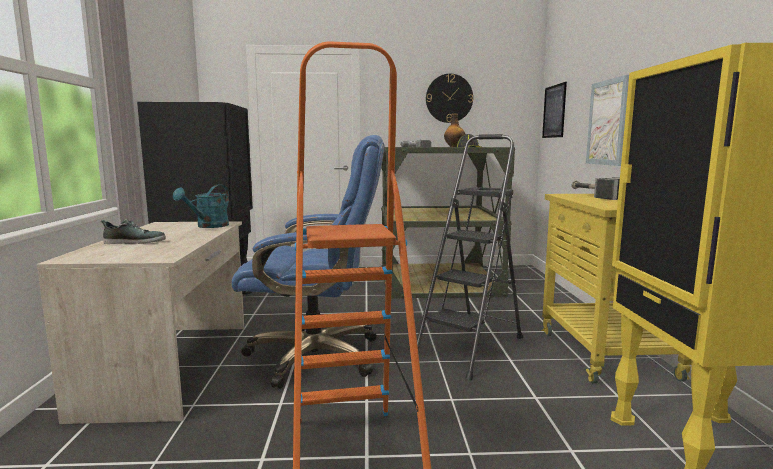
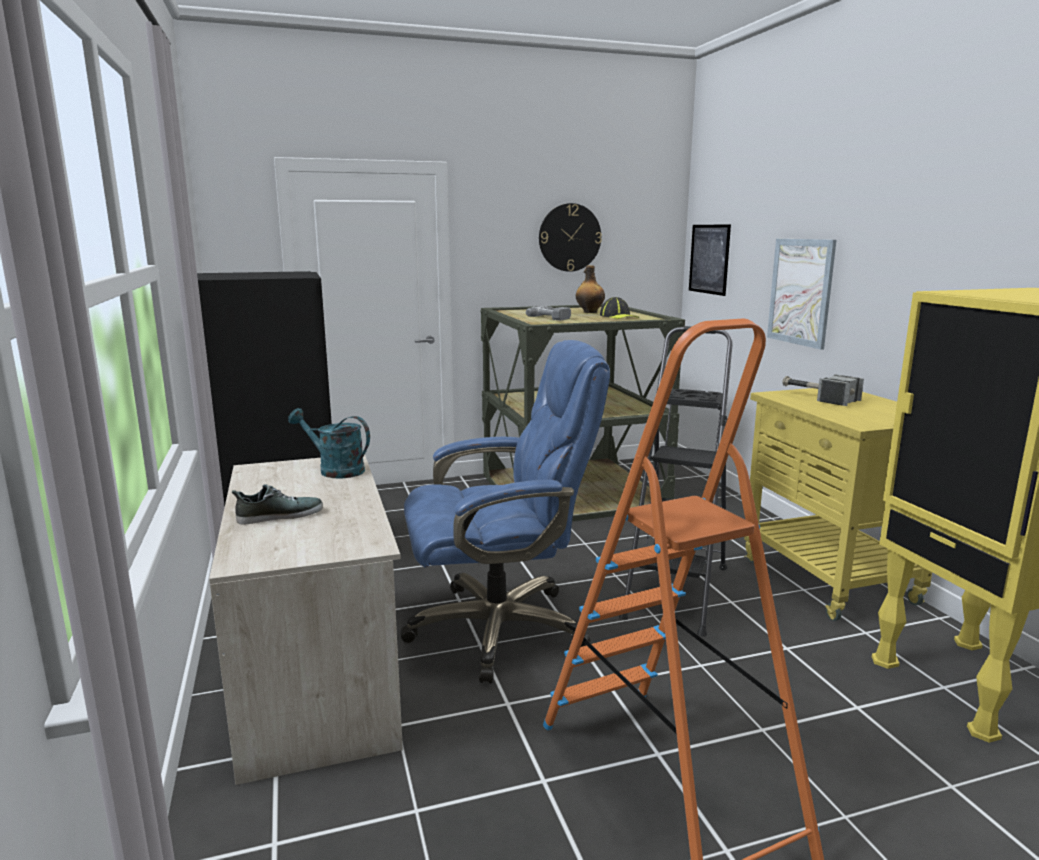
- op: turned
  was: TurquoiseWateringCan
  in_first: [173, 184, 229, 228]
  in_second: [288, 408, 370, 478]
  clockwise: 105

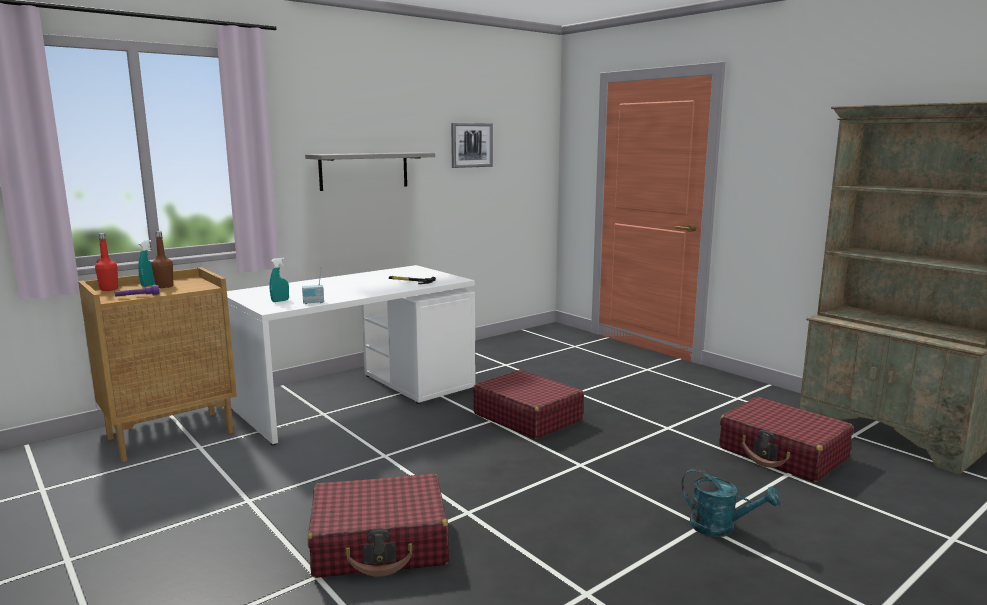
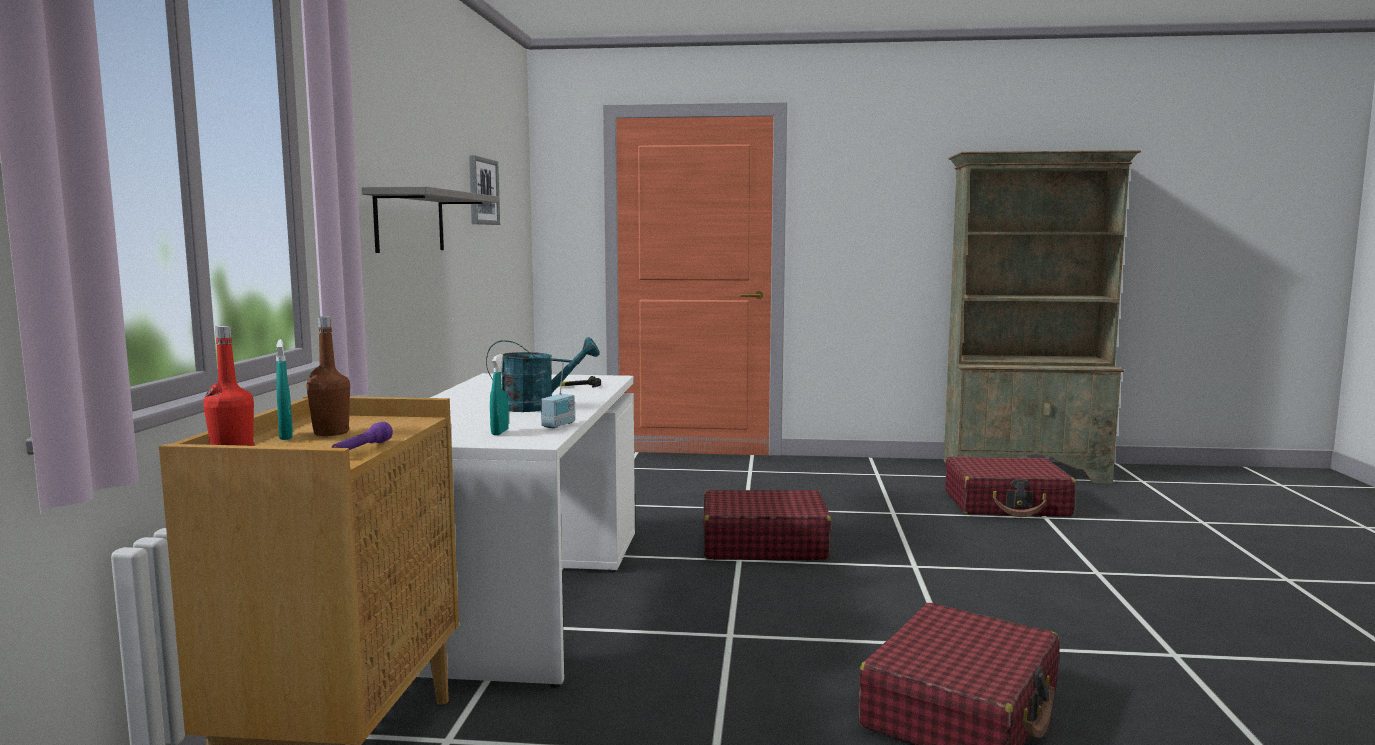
- op: moved
  was: TurquoiseWateringCan
  in_first: [681, 469, 780, 537]
  in_second: [486, 337, 599, 412]

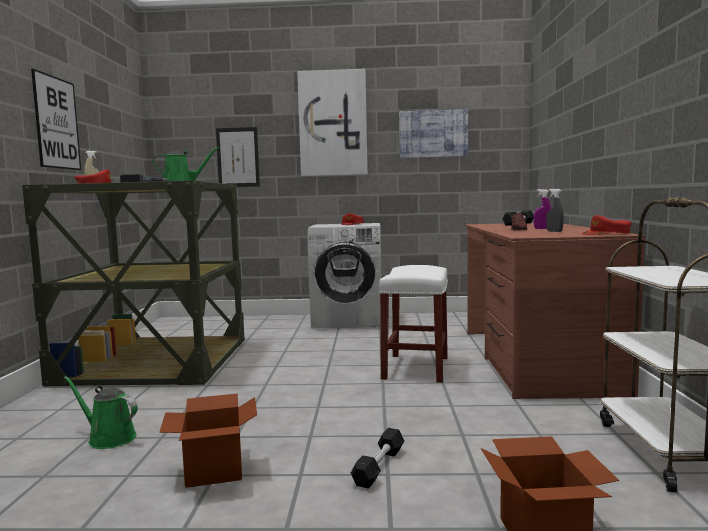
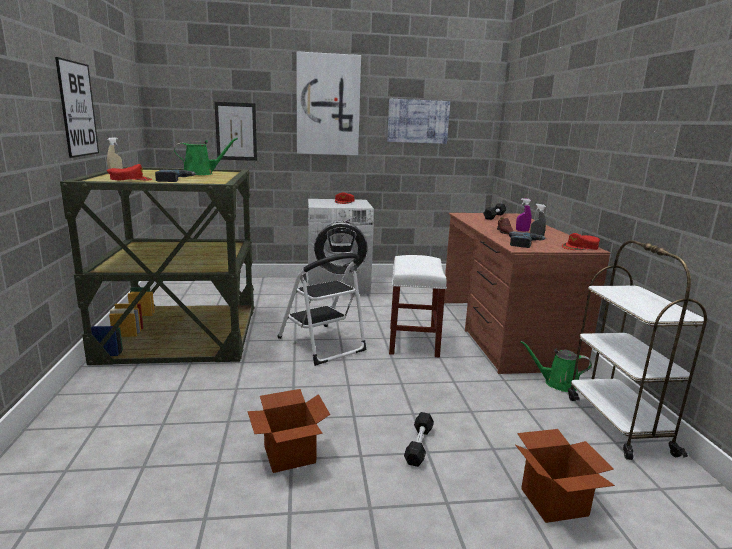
- op: added
  now: StepLadder
  in_second: [277, 253, 366, 366]
- op: added
  now: PowerDrill
  in_second: [509, 231, 546, 248]
- op: moved
  was: GreenWateringCan
  in_first: [64, 376, 138, 449]
  in_second: [520, 341, 592, 392]

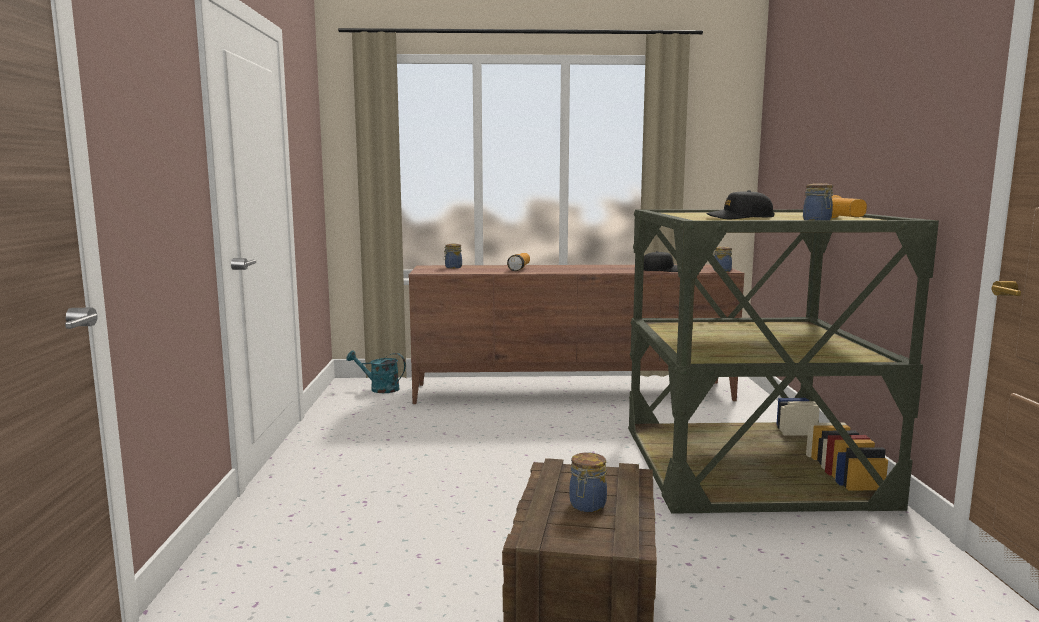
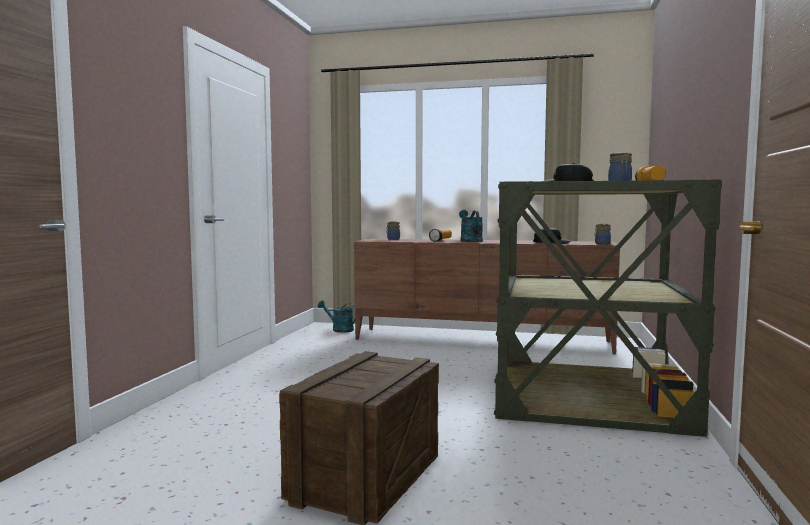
- op: removed
  was: Jar
  in_first: [569, 452, 607, 512]
- op: added
  now: TurquoiseWateringCan
  in_second: [459, 210, 483, 242]

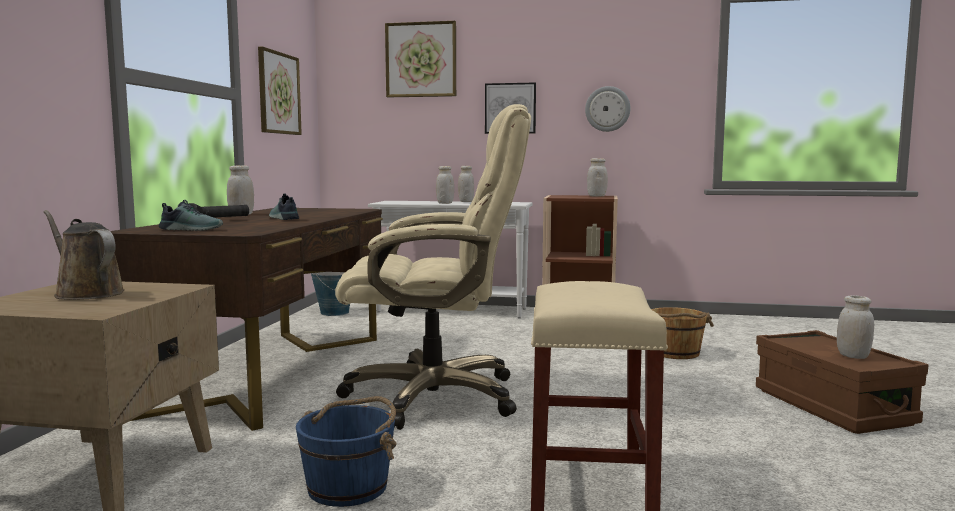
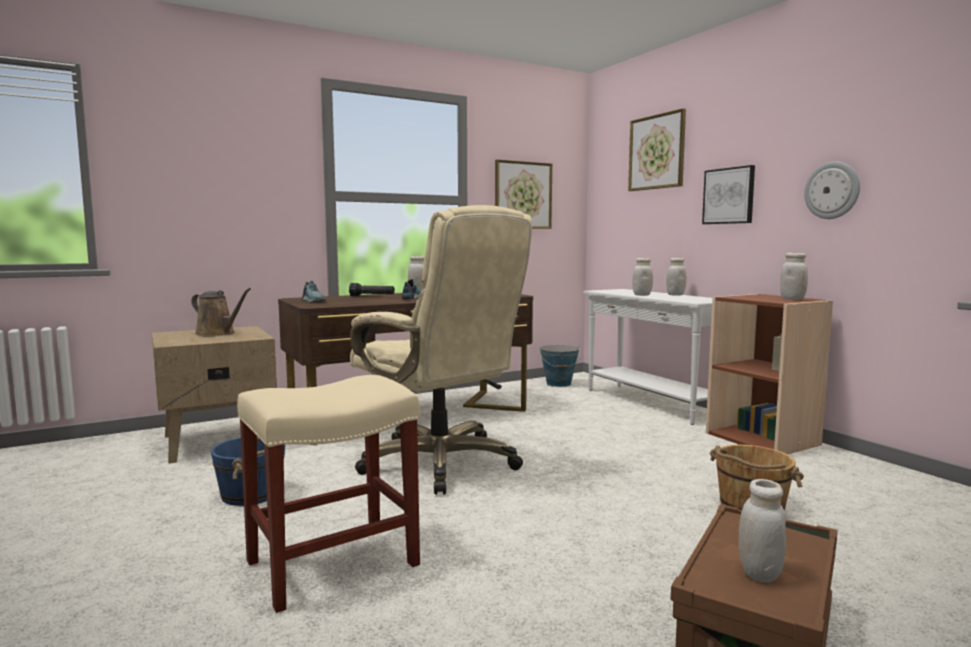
- op: turned
  was: BrownWateringCan
  in_first: [43, 210, 125, 300]
  in_second: [191, 288, 251, 336]
  clockwise: 120

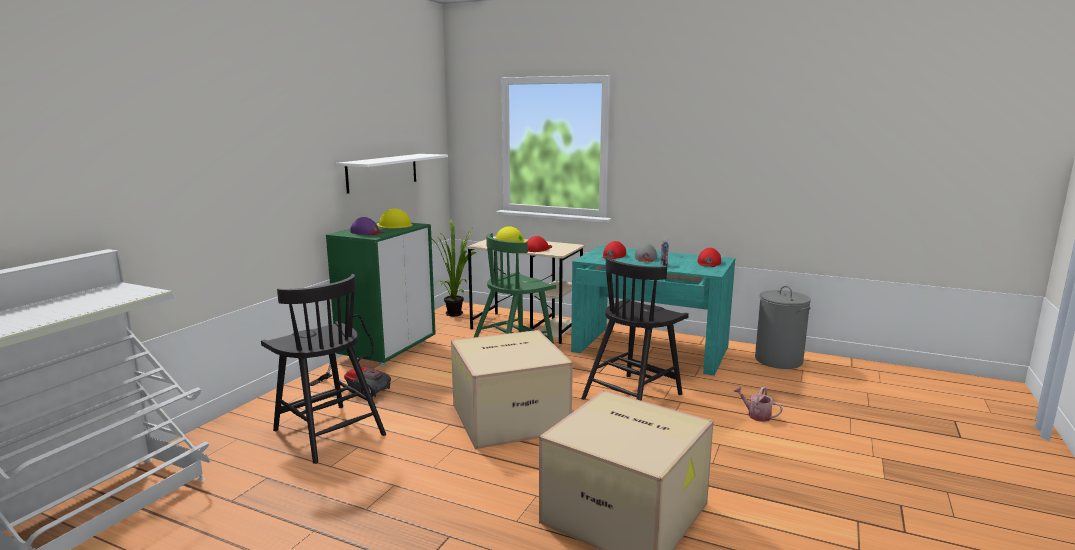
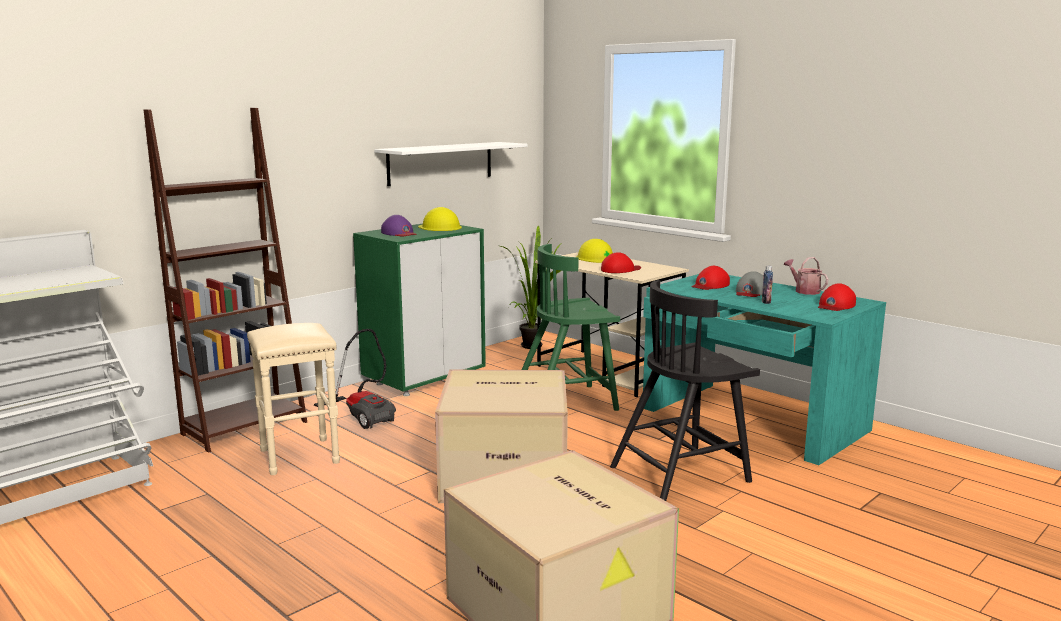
- op: removed
  was: GreyLaundryBasket
  in_first: [755, 286, 811, 369]
- op: added
  now: BrownBookcase
  in_second: [144, 108, 307, 453]
- op: moved
  was: WateringCan
  in_first: [734, 386, 783, 422]
  in_second: [784, 257, 828, 295]
- op: replaced
  was: BlackChair
  now: BeigeStool
  in_first: [261, 274, 386, 464]
  in_second: [247, 323, 340, 475]

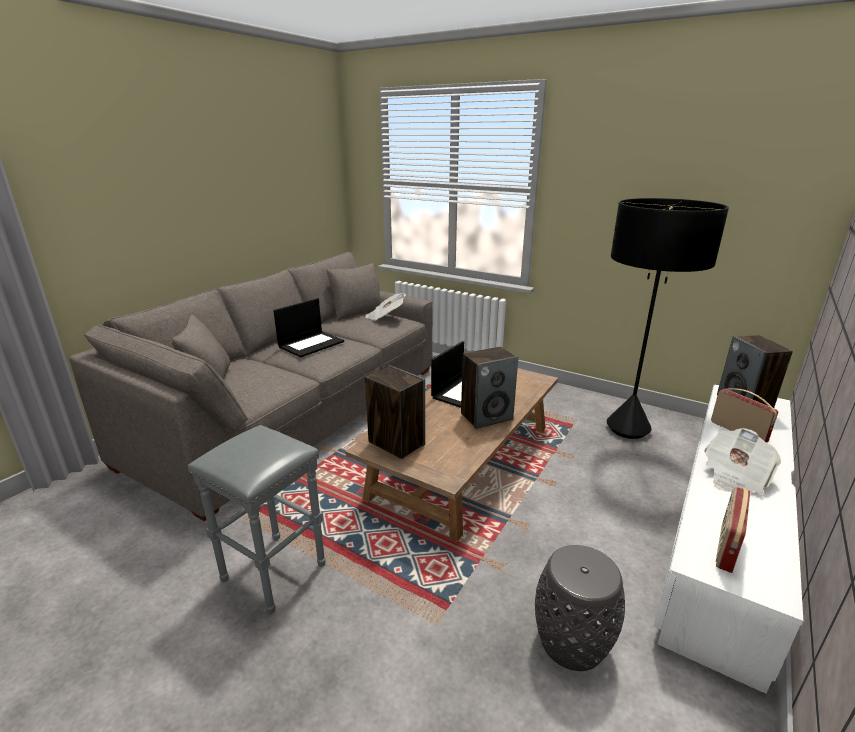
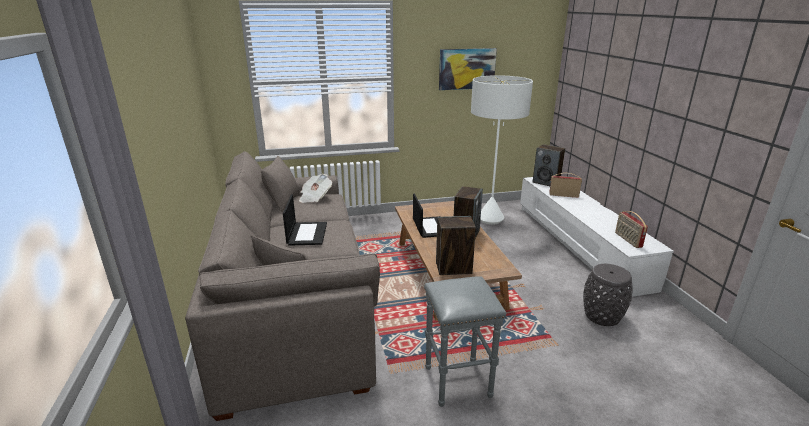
- op: removed
  was: Newspaper
  in_first: [704, 428, 781, 494]
- op: added
  now: Picture
  in_second: [439, 48, 497, 90]
- op: recoloured
  was: BlackFloorLamp
  now: WhiteFloorLamp
  in_first: [607, 198, 729, 439]
  in_second: [471, 75, 533, 225]

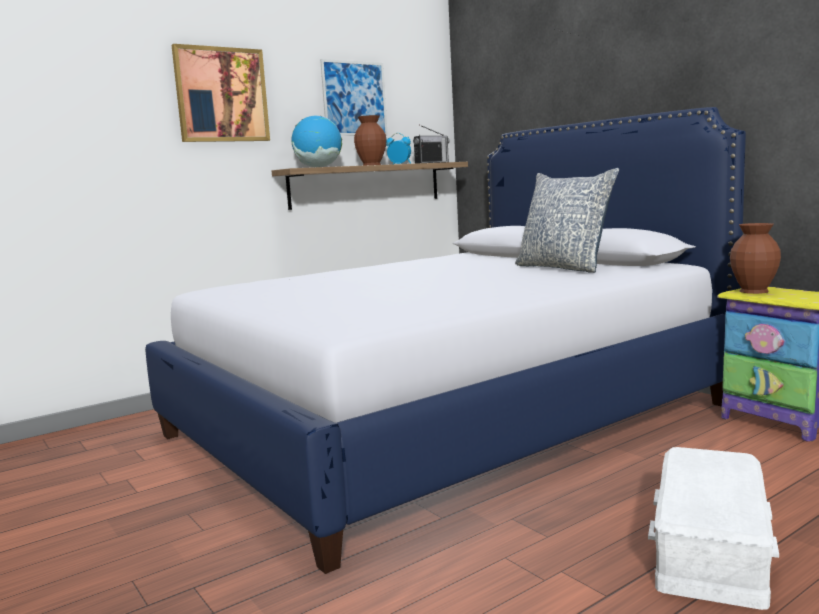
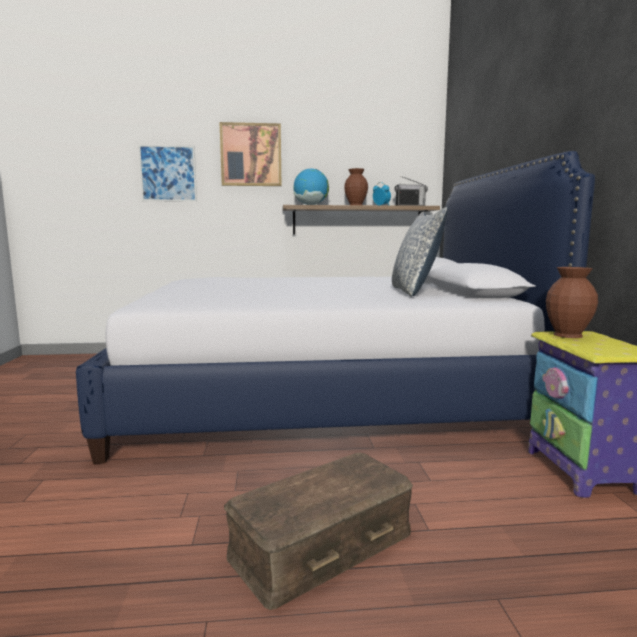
- op: moved
  was: Picture
  in_first: [320, 59, 388, 136]
  in_second: [138, 145, 197, 202]
- op: recoloured
  was: WhiteStorageBox
  now: BrownStorageBox
  in_first: [648, 447, 779, 610]
  in_second: [224, 453, 413, 610]

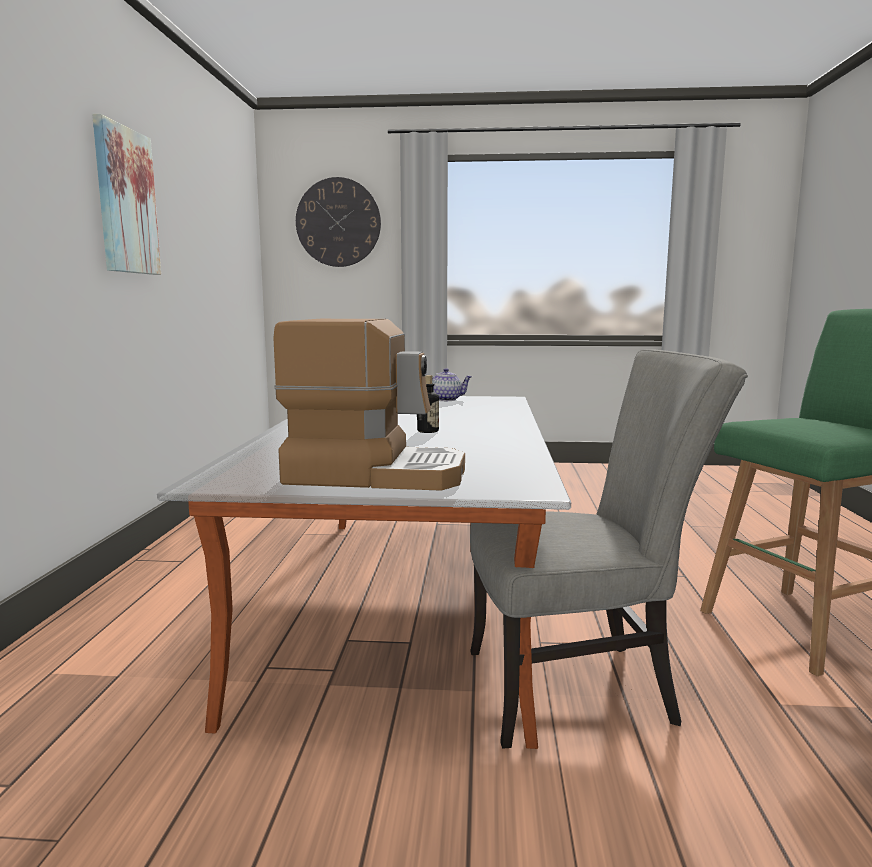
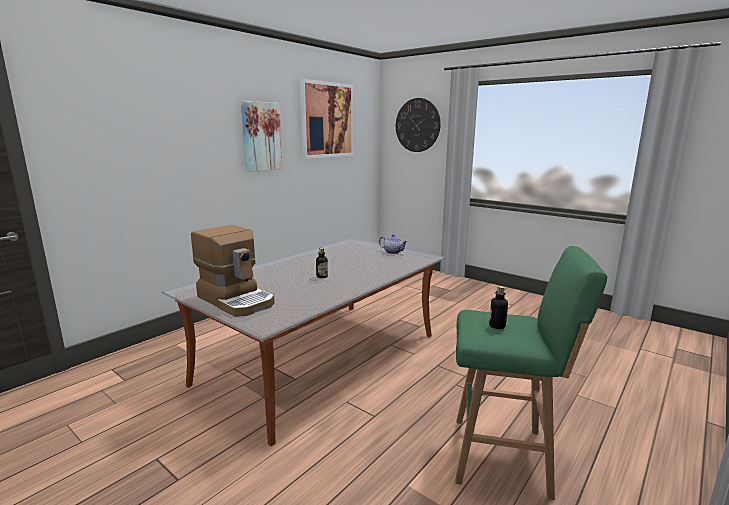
- op: removed
  was: GreyChair
  in_first: [470, 349, 748, 749]
- op: added
  now: Picture
  in_second: [300, 79, 354, 159]
- op: added
  now: Bottle
  in_second: [489, 286, 508, 329]

